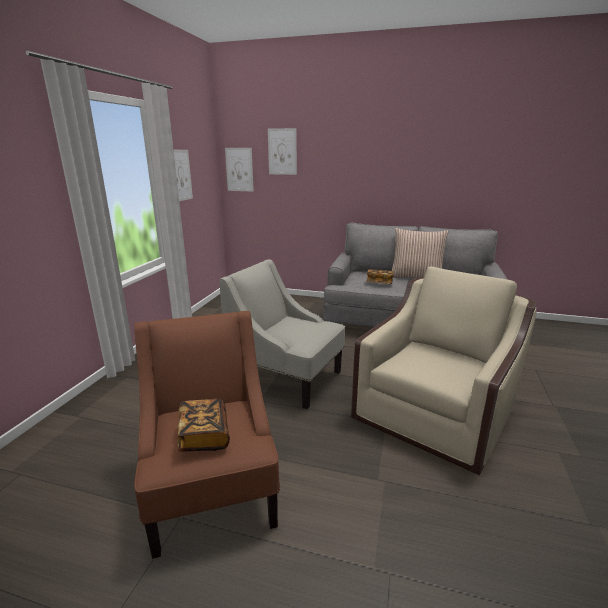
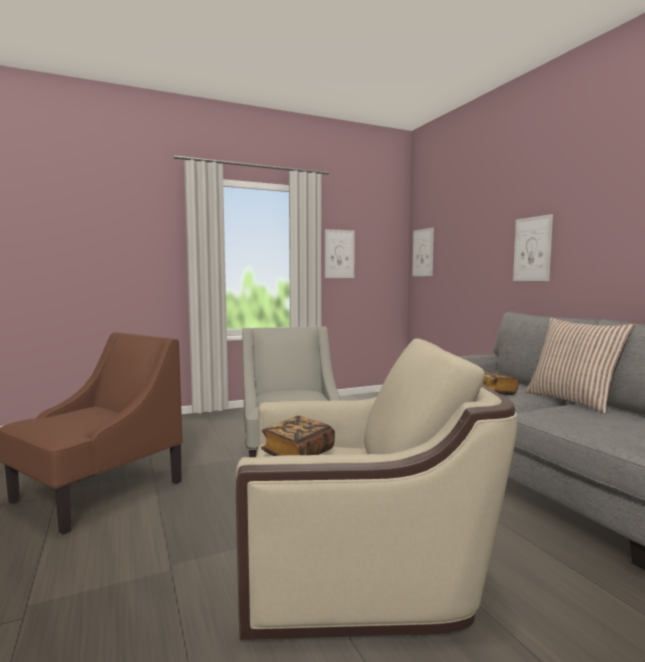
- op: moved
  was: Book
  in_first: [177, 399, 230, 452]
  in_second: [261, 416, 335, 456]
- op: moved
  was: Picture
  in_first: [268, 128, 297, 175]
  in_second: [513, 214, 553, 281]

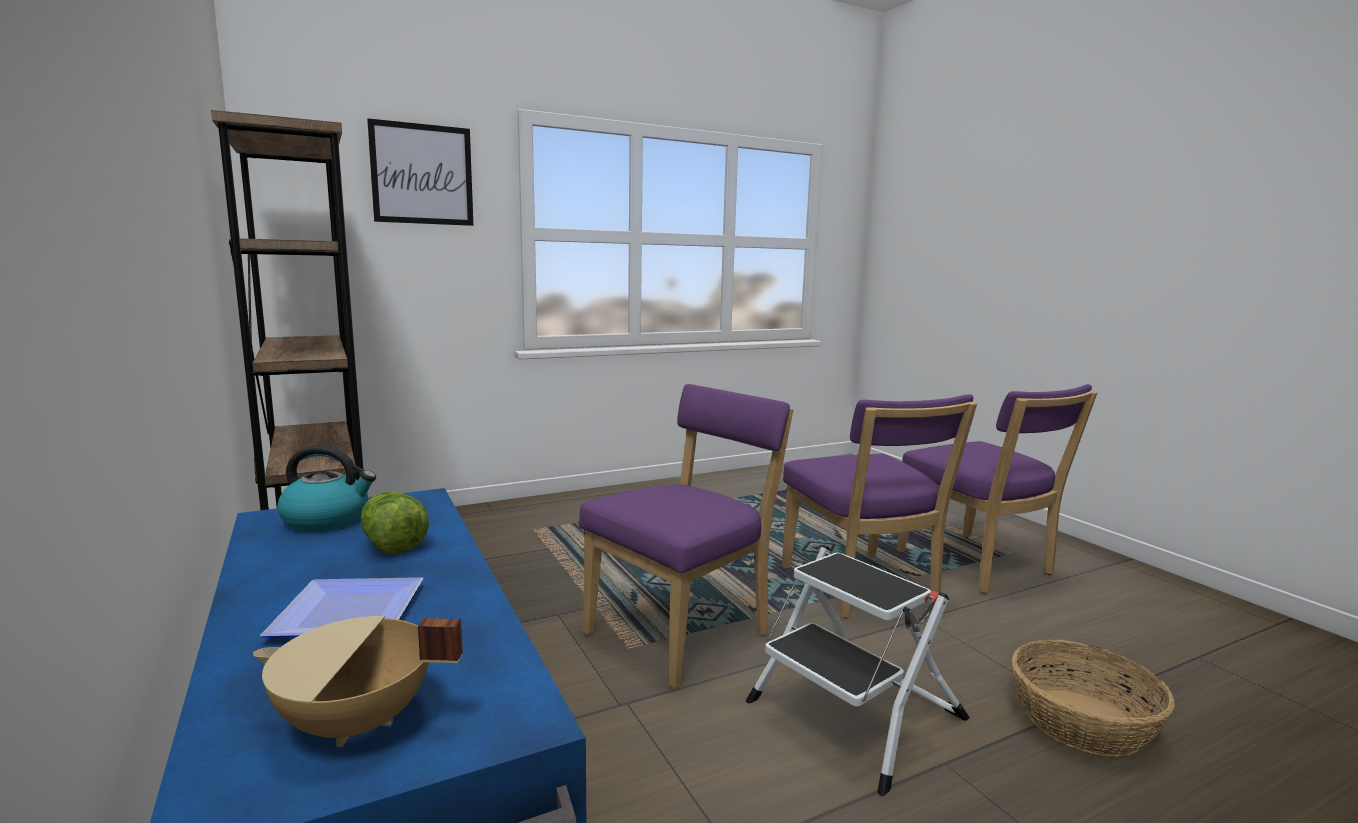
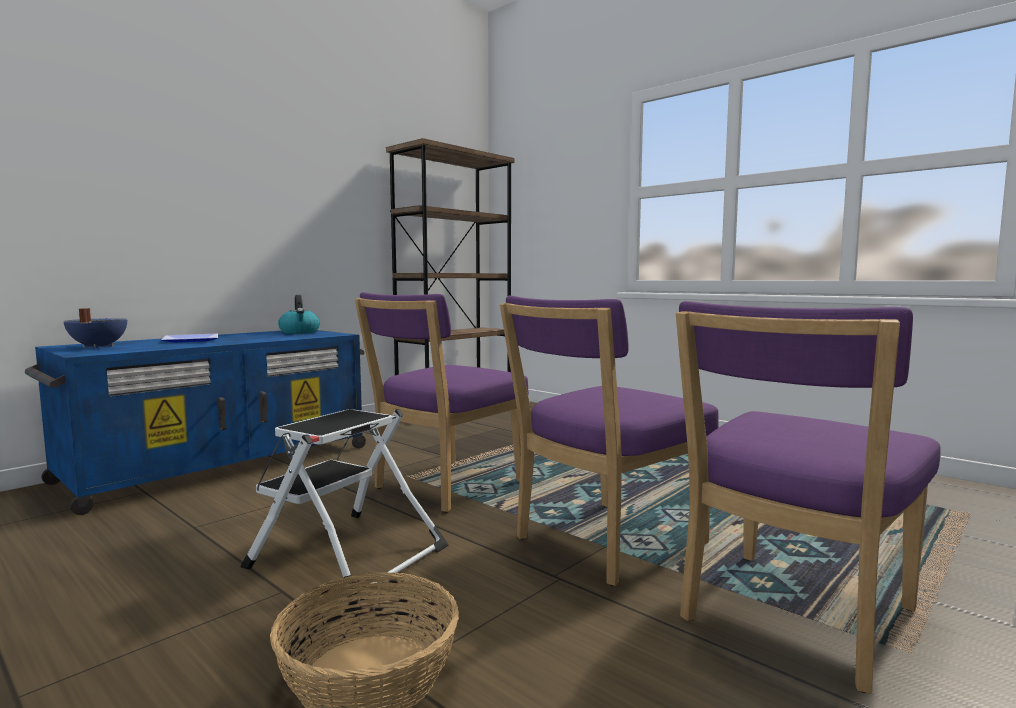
- op: removed
  was: Lettuce
  in_first: [361, 492, 429, 555]
- op: removed
  was: Picture
  in_first: [367, 118, 473, 226]
- op: recoloured
  was: BeigeCookingPot
  now: BlueCookingPot
  in_first: [253, 616, 463, 747]
  in_second: [64, 308, 128, 348]
- op: turned
  was: PurpleChair
  in_first: [579, 384, 793, 689]
  in_second: [355, 292, 529, 512]
  clockwise: 105

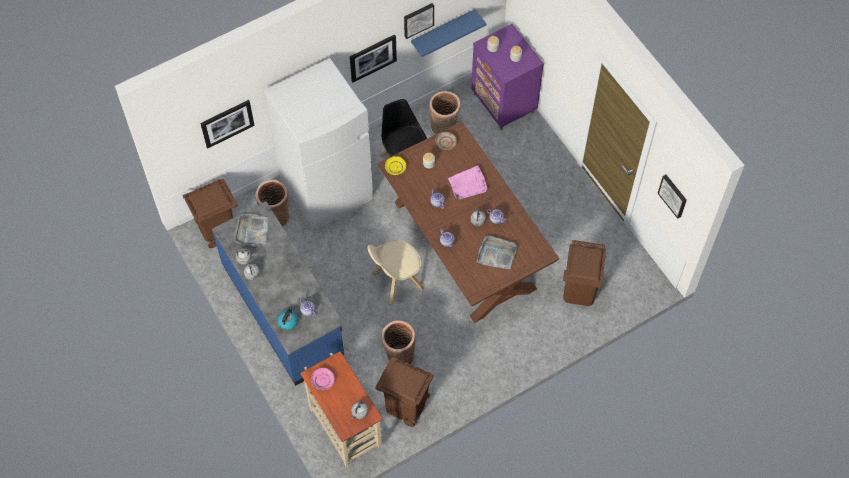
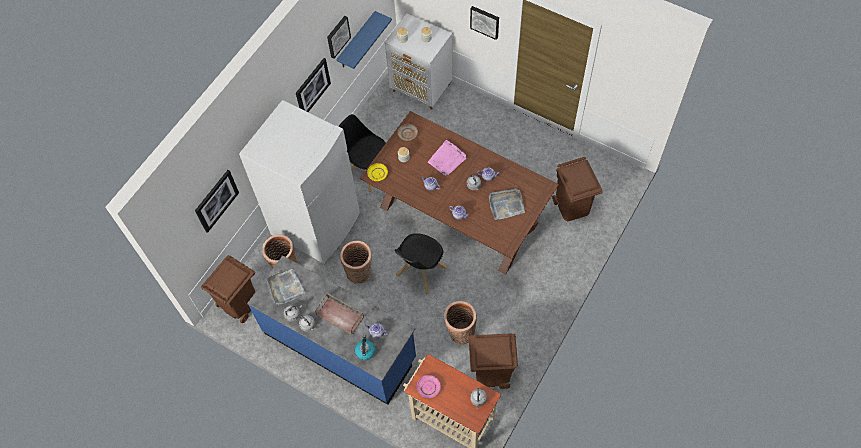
- op: added
  now: BrownTray
  in_second: [314, 293, 364, 335]
- op: moved
  was: Basket
  in_first: [429, 91, 461, 134]
  in_second: [340, 241, 372, 284]
- op: moved
  was: Picture
  in_first: [658, 175, 687, 219]
  in_second: [470, 6, 499, 40]
- op: recoloured
  was: BeigeChair
  now: BlackChair
  in_first: [368, 239, 424, 305]
  in_second: [395, 233, 447, 294]
- op: recoloured
  was: PurpleDresser
  now: WhiteDresser
  in_first: [471, 24, 544, 130]
  in_second: [384, 13, 453, 110]

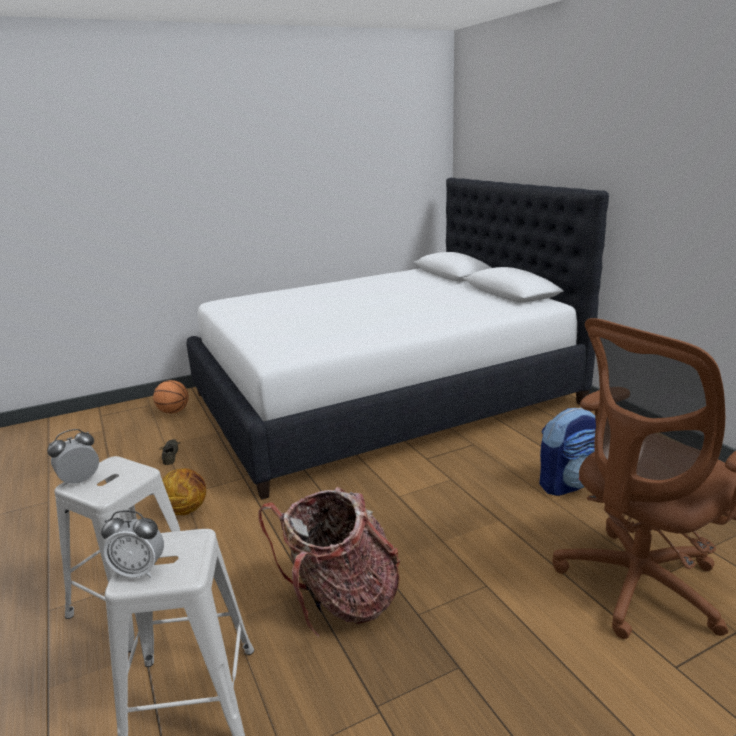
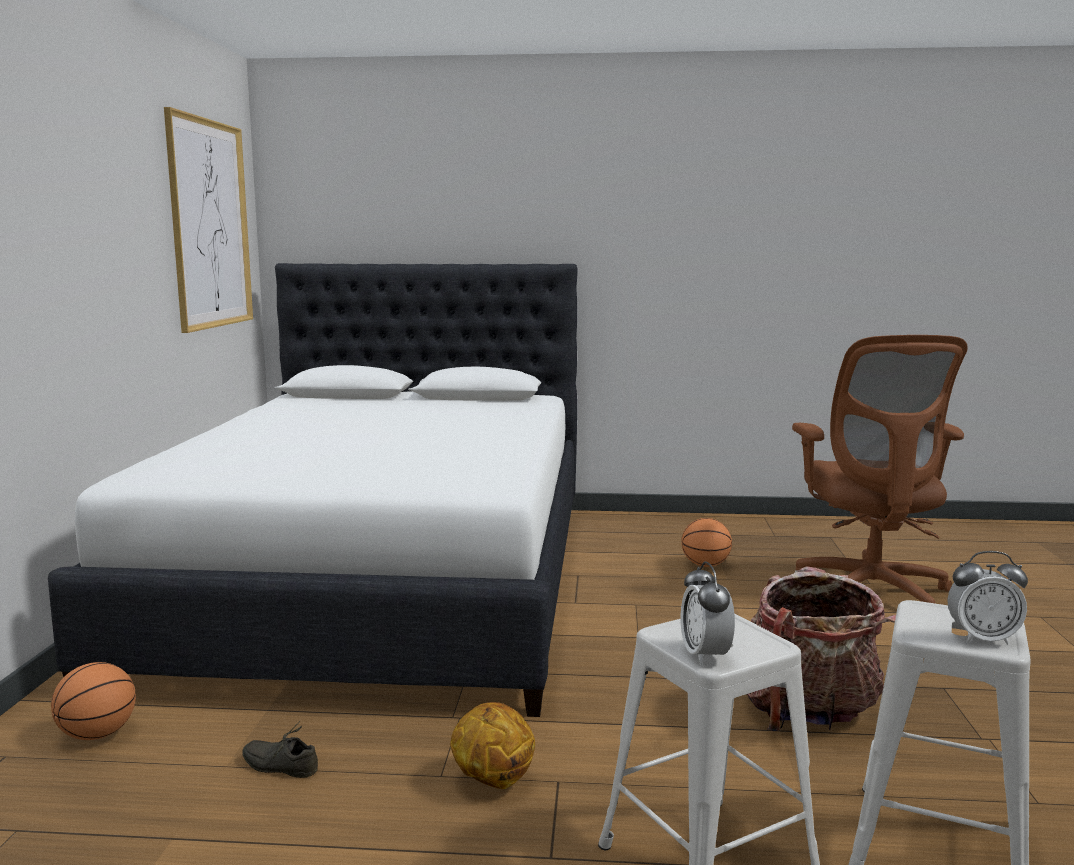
- op: added
  now: Picture
  in_second: [164, 107, 253, 333]
- op: replaced
  was: Backpack
  now: Basketball
  in_first: [539, 408, 596, 496]
  in_second: [681, 518, 732, 567]
- op: turned
  was: AlarmClock
  in_first: [101, 510, 164, 578]
  in_second: [947, 551, 1028, 645]
  clockwise: 60

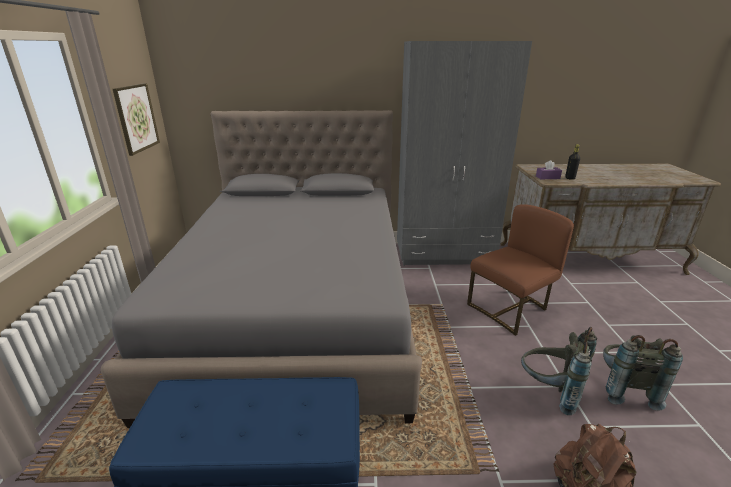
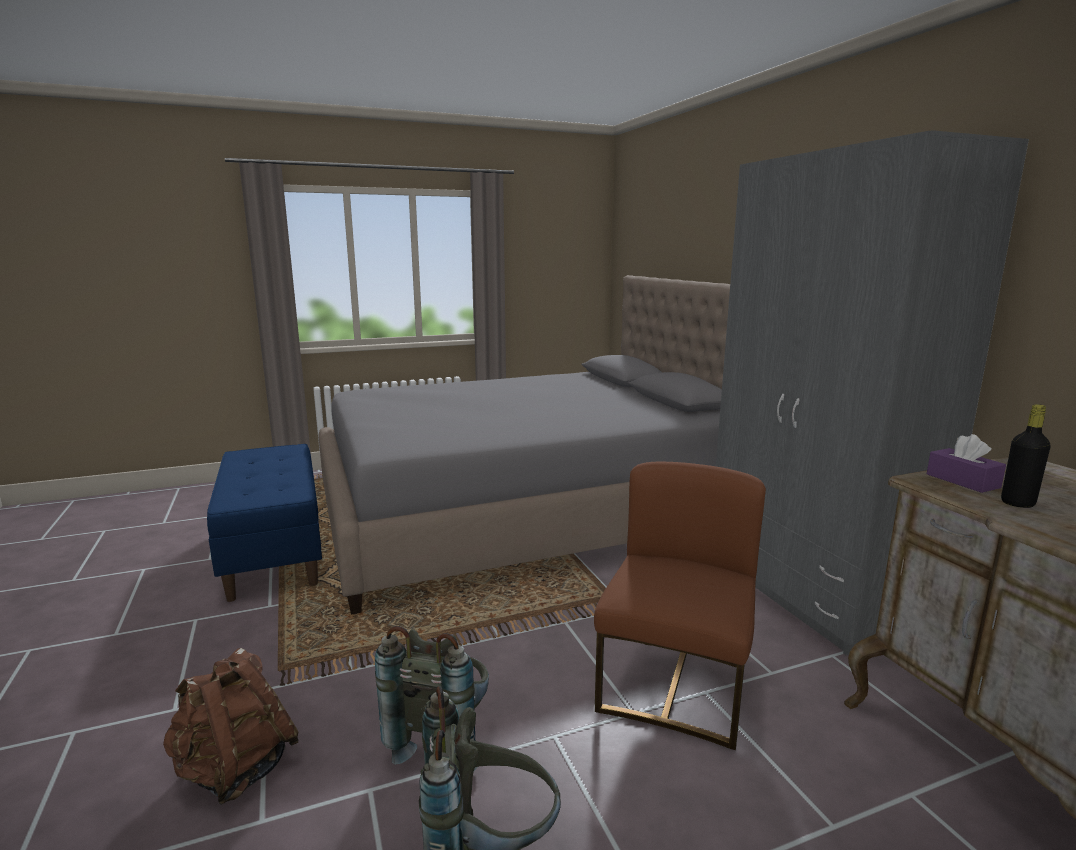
- op: removed
  was: Picture
  in_first: [112, 83, 160, 156]
- op: turned
  was: BrownChair
  in_first: [467, 204, 574, 336]
  in_second: [594, 462, 766, 750]
  clockwise: -105

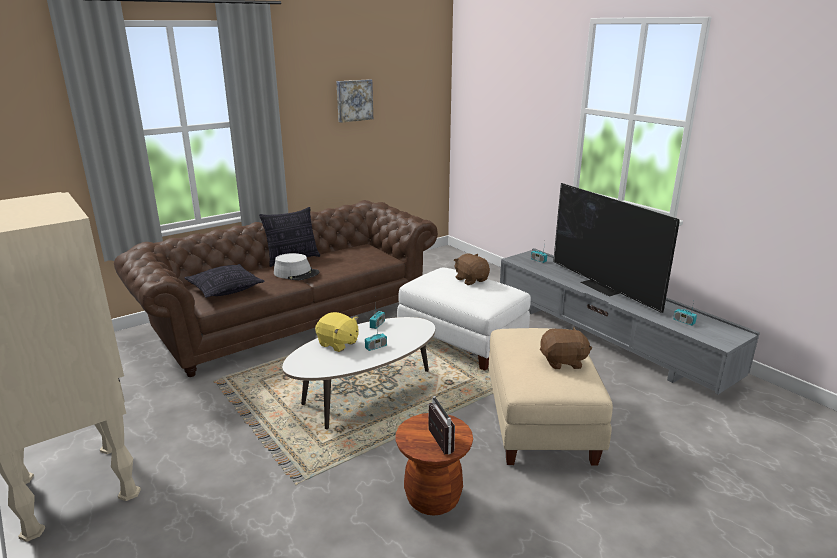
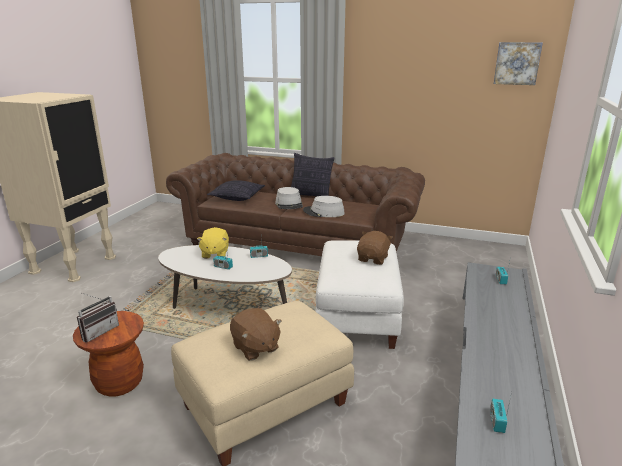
- op: removed
  was: Television
  in_first: [553, 183, 680, 313]
- op: added
  now: GreyHat
  in_second: [303, 196, 345, 217]
- op: moved
  was: Picture
  in_first: [336, 79, 373, 123]
  in_second: [493, 42, 543, 85]

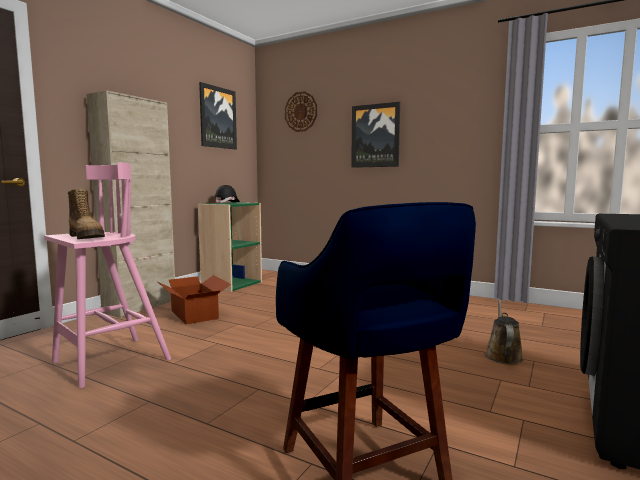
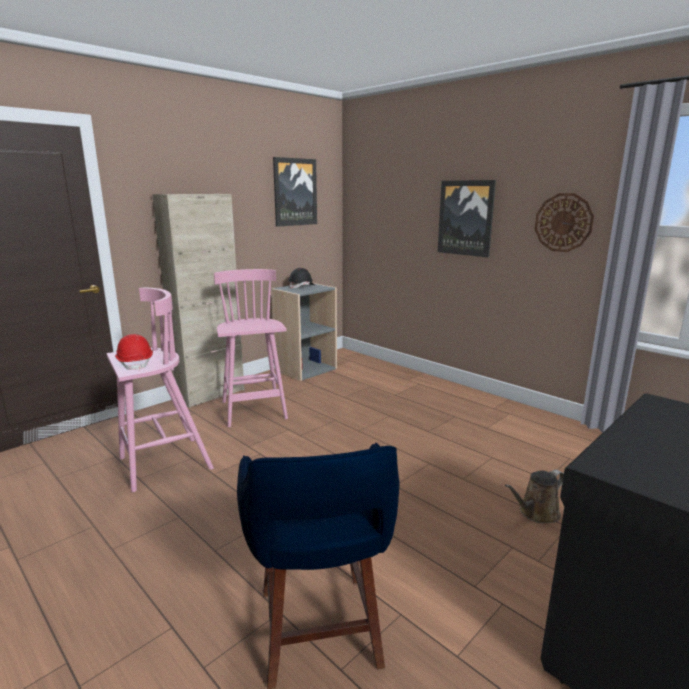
- op: moved
  was: WallClock
  in_first: [285, 91, 317, 132]
  in_second: [535, 193, 594, 252]
- op: replaced
  was: Boot
  now: RedHardHat
  in_first: [68, 189, 105, 239]
  in_second: [115, 334, 153, 371]
- op: replaced
  was: CardboardBox
  now: PinkStool
  in_first: [156, 275, 231, 325]
  in_second: [214, 269, 288, 427]
- op: recoloured
  was: GreenBookcase
  now: GreyBookcase
  in_first: [198, 202, 262, 292]
  in_second: [271, 283, 337, 381]
- op: turned
  was: BrownWateringCan
  in_first: [485, 299, 524, 365]
  in_second: [505, 470, 564, 523]
  clockwise: -150

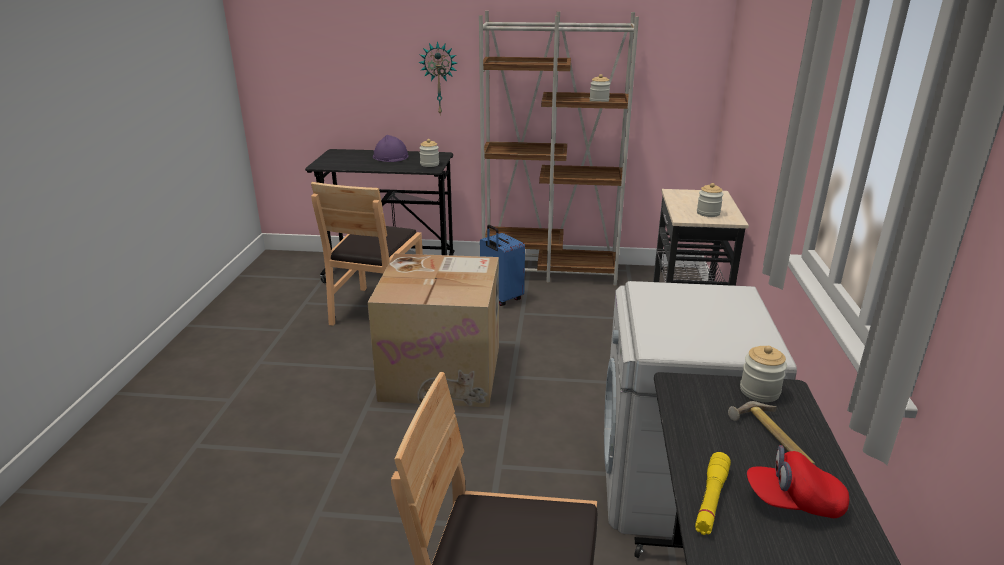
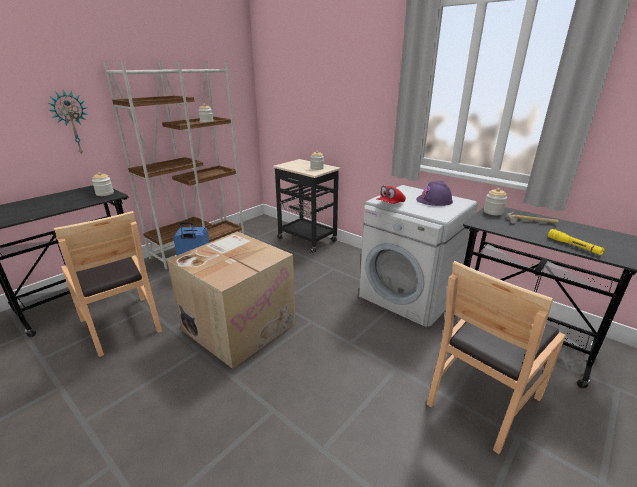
- op: moved
  was: PurpleHardHat
  in_first: [373, 135, 408, 162]
  in_second: [416, 181, 453, 206]
- op: moved
  was: RedCap
  in_first: [747, 445, 849, 518]
  in_second: [377, 185, 406, 204]

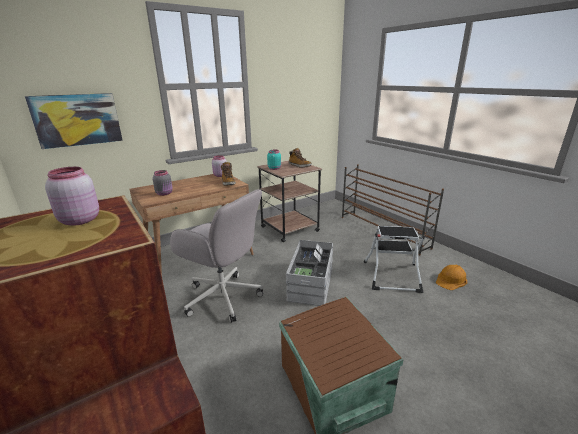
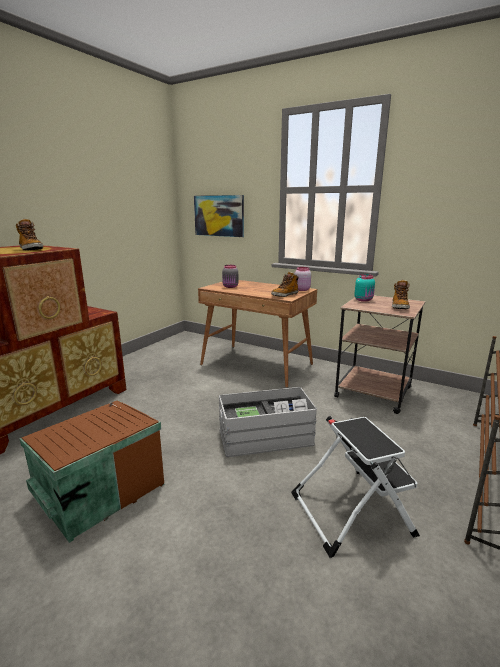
- op: removed
  was: GreyOfficeChair
  in_first: [170, 189, 263, 323]
- op: removed
  was: OrangeHardHat
  in_first: [436, 265, 468, 290]
- op: replaced
  was: PinkJar
  now: Boot
  in_first: [45, 167, 99, 226]
  in_second: [16, 219, 43, 250]

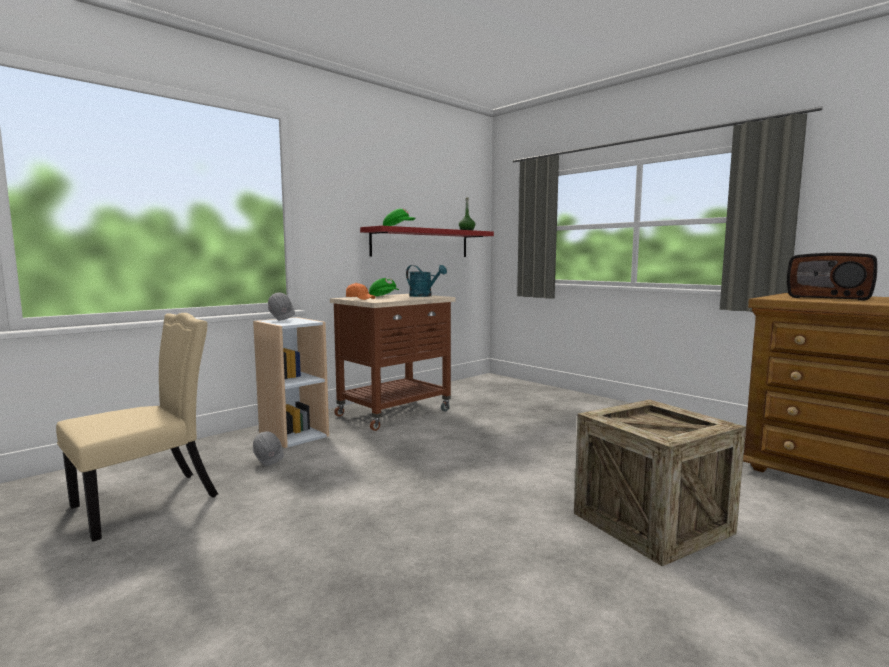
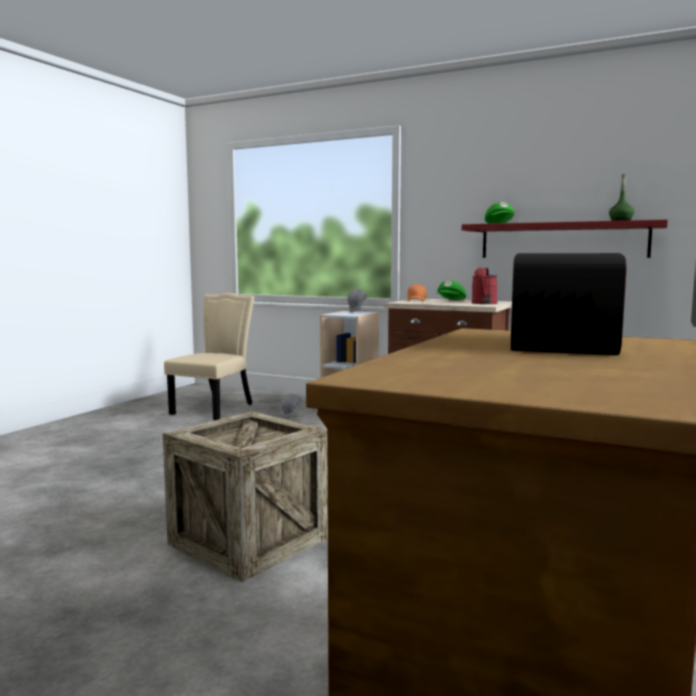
- op: recoloured
  was: TurquoiseWateringCan
  now: RedWateringCan
  in_first: [406, 265, 447, 297]
  in_second: [472, 268, 497, 304]
- op: turned
  was: BeigeChair
  in_first: [56, 313, 218, 542]
  in_second: [164, 293, 255, 420]
  clockwise: -90

